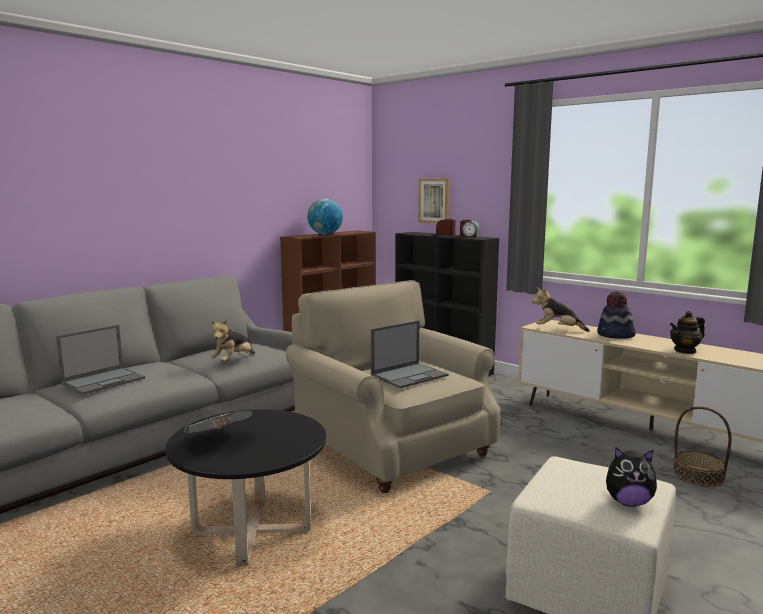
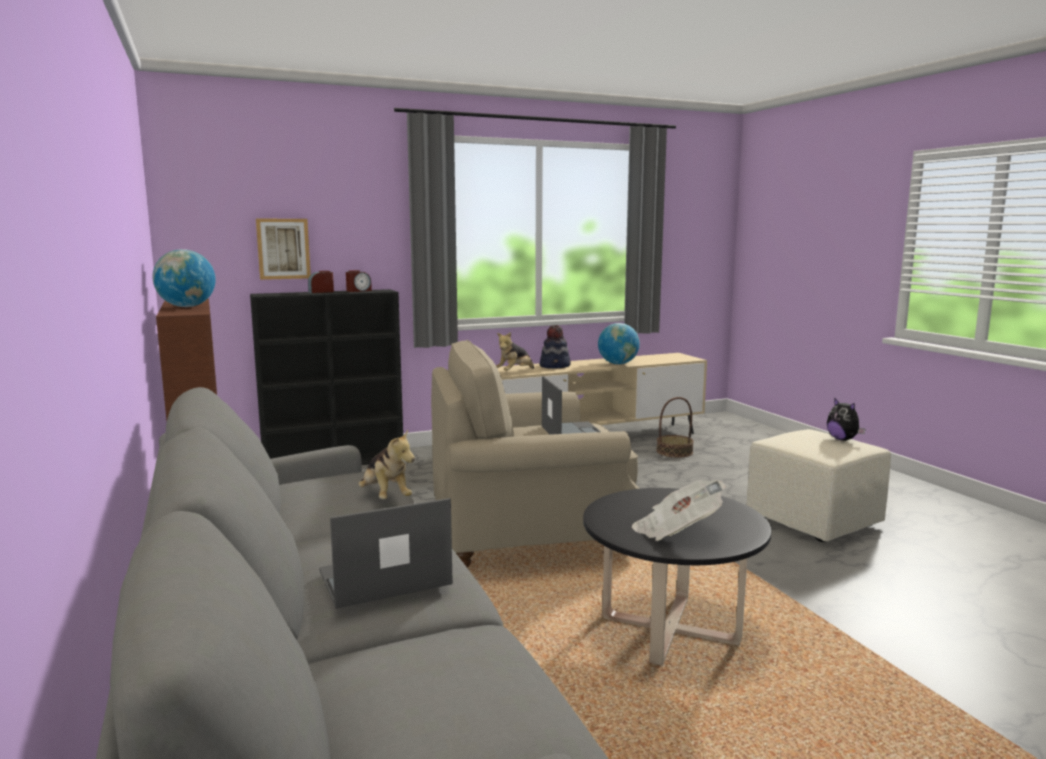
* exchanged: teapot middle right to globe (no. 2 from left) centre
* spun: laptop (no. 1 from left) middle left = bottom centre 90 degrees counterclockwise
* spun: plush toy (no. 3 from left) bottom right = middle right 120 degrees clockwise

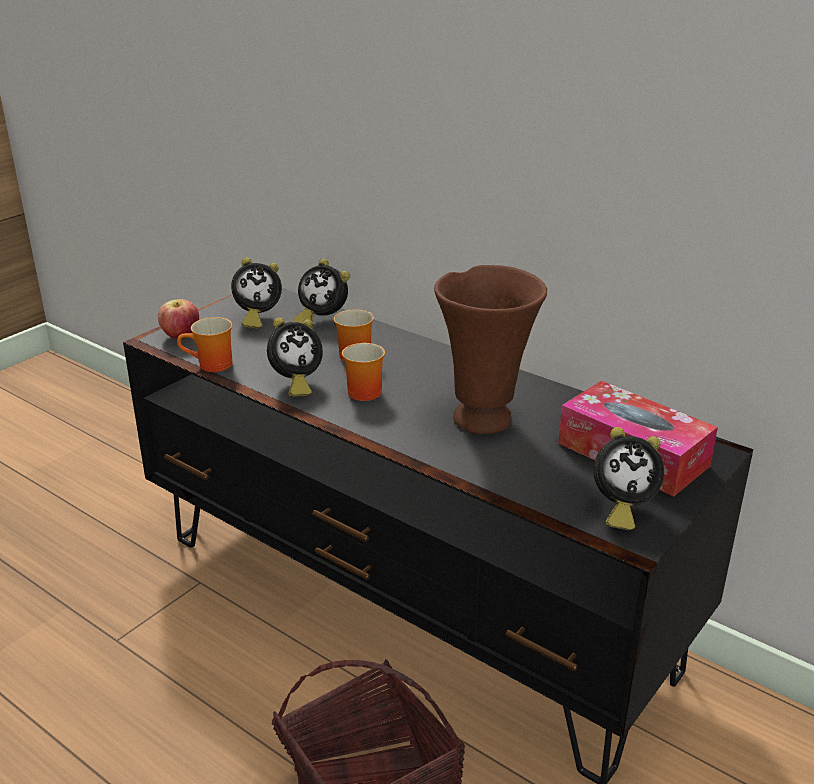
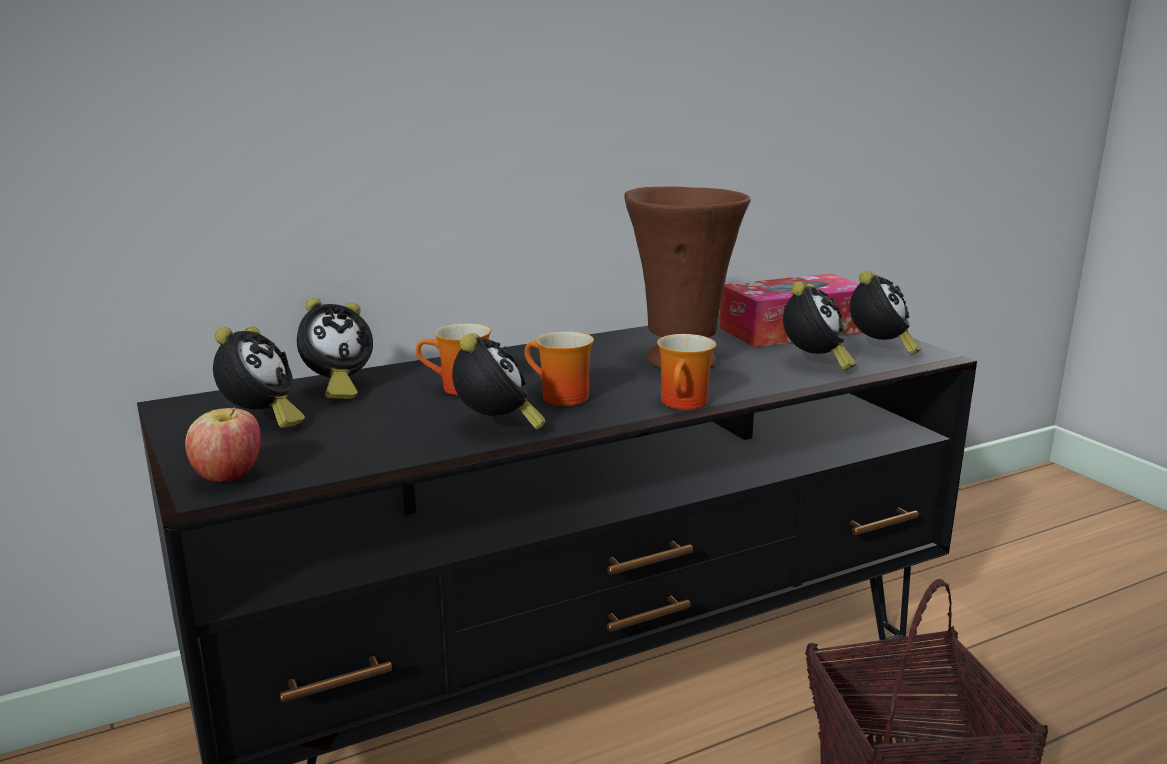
* appeared: alarm clock (no. 4 from left) middle right
* relocated: mug (no. 1 from left in the first image) middle left to mug (no. 3 from left) centre

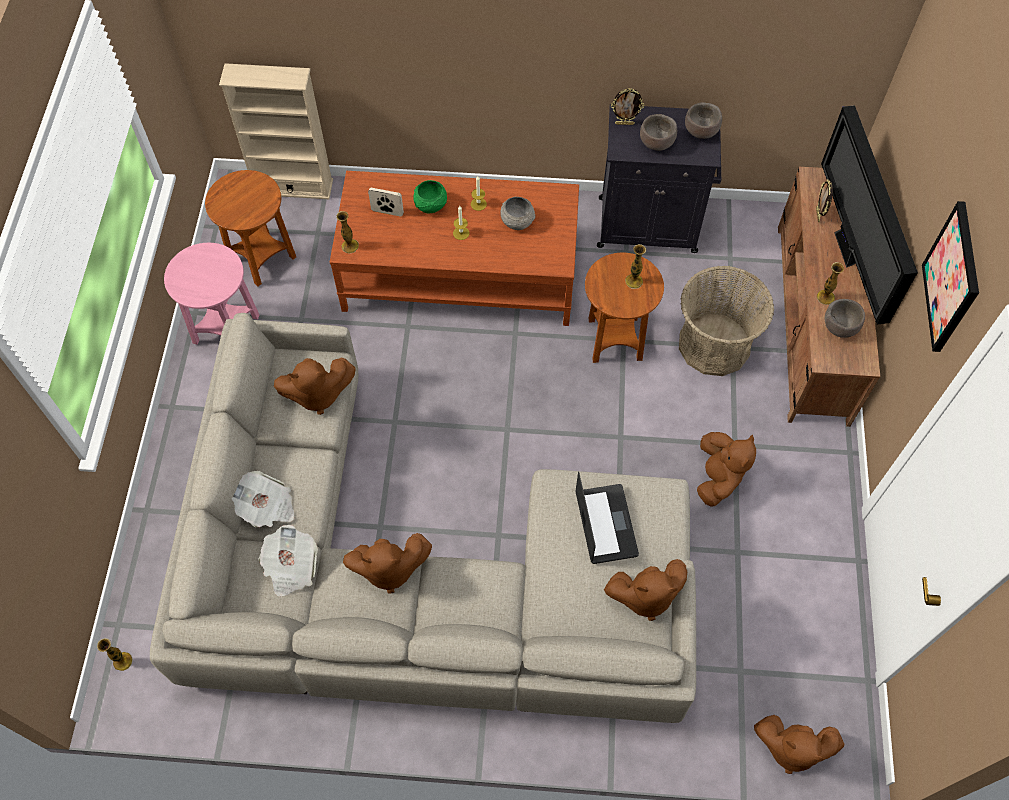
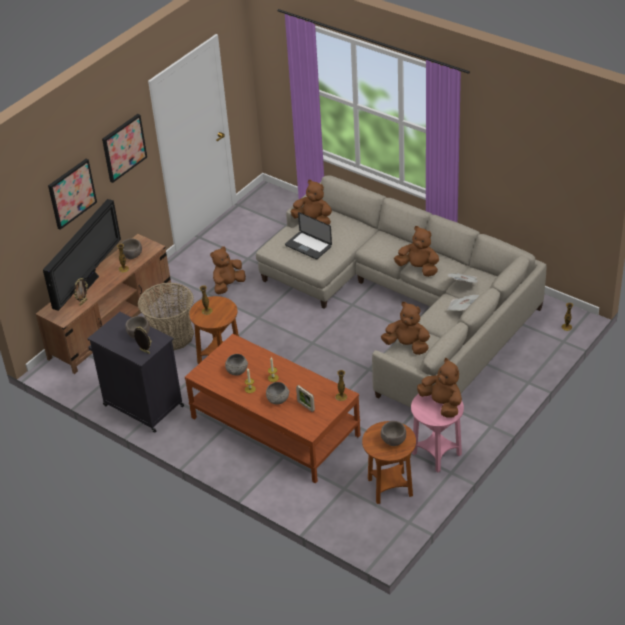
* missing: beige bookcase top left
* appeared: picture (no. 1 from left) top left
* relocated: brown bowl (no. 2 from left in the first image) top right to brown bowl (no. 3 from left) bottom centre
* relocated: brown plush toy (no. 5 from left) bottom right to middle right
* colour: green bowl top centre to grey bowl (no. 2 from left) centre
* spun: laptop centre = centre 75 degrees counterclockwise

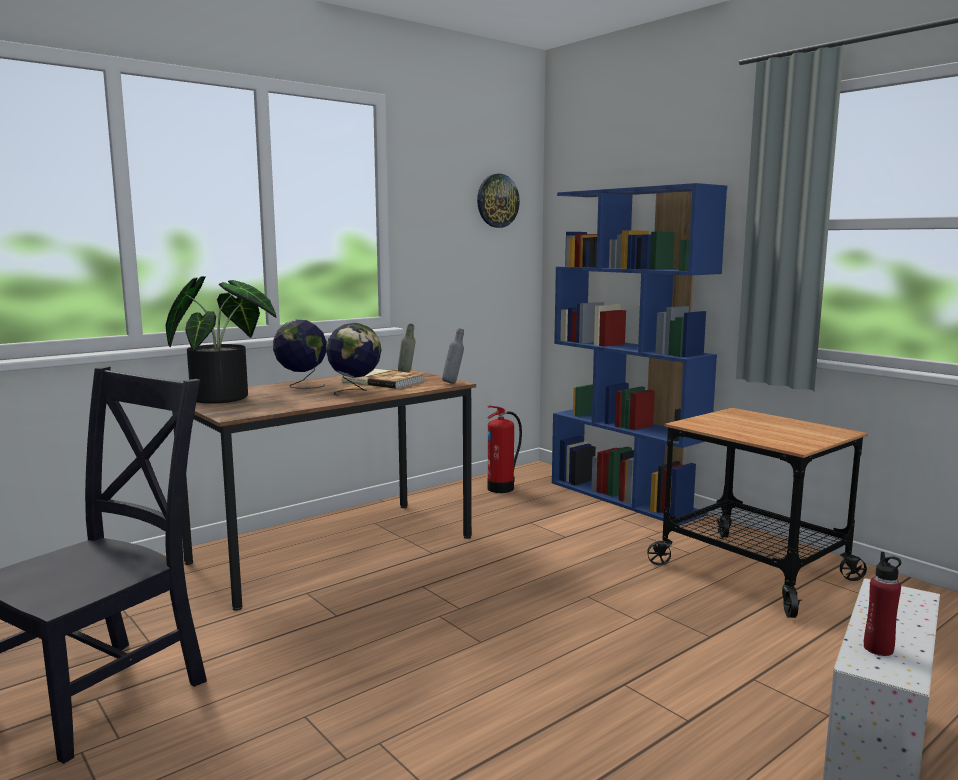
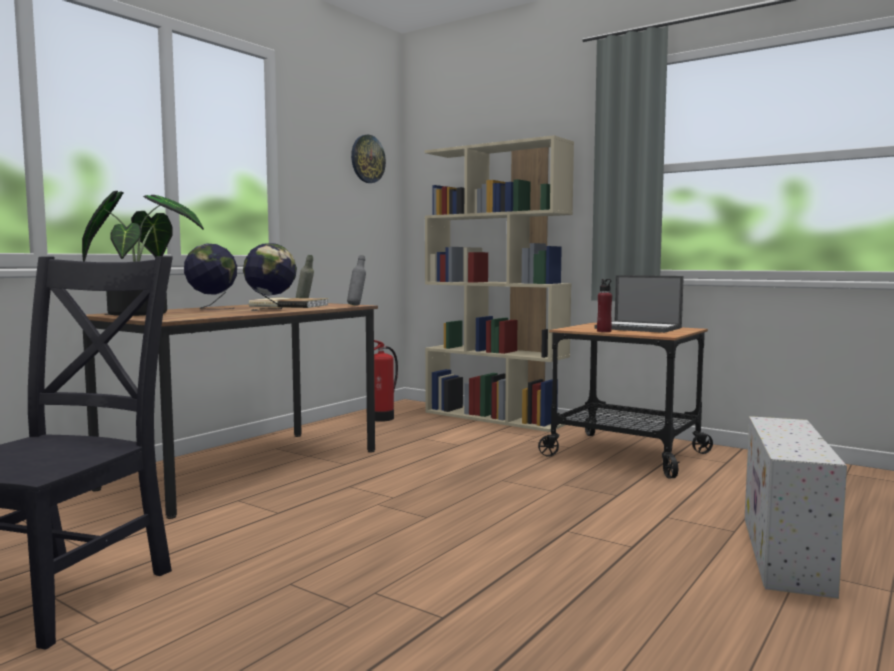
* appeared: laptop middle right
* relocated: red bottle bottom right to middle right
* colour: blue bookcase middle right to beige bookcase centre

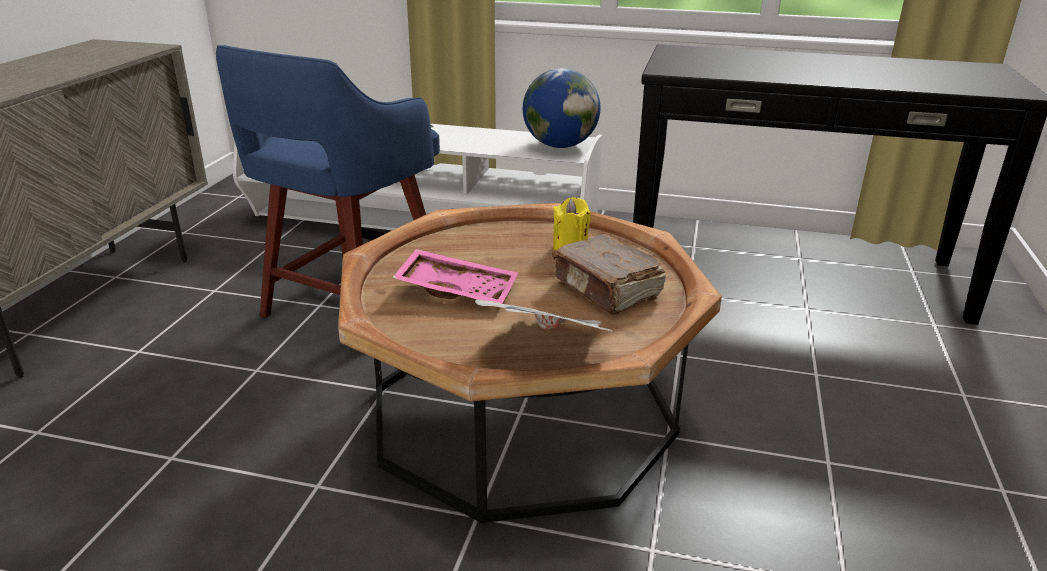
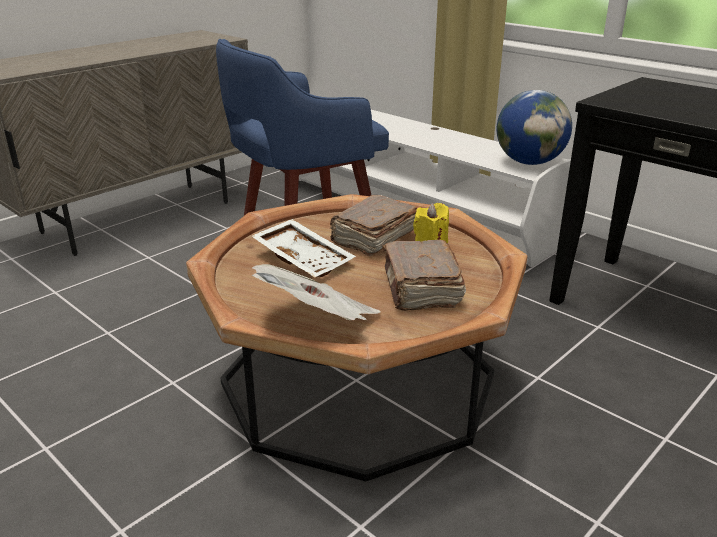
* appeared: brown book (no. 1 from left) centre
* colour: pink tray centre to white tray centre

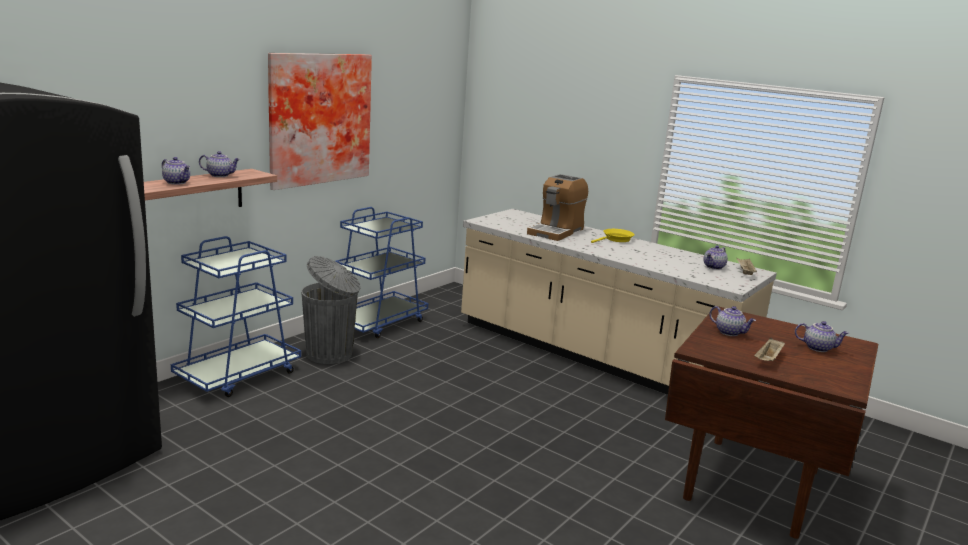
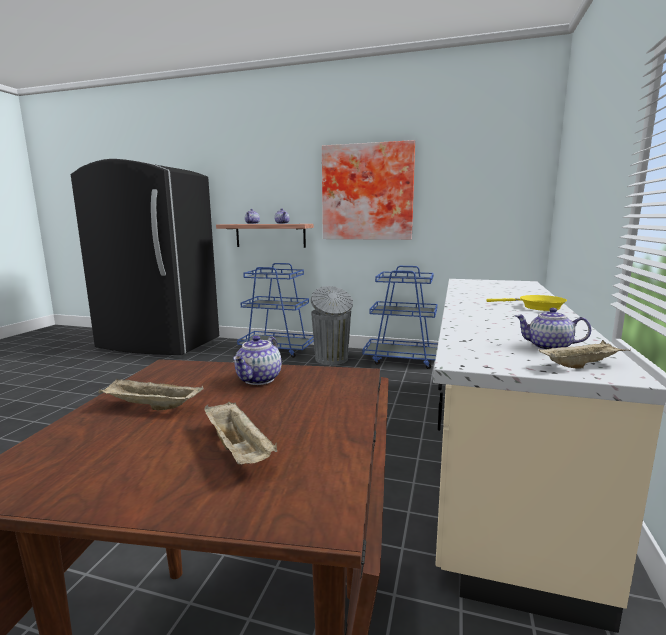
* missing: coffee machine centre
* exchanged: teapot (no. 5 from left) middle right to beige tray (no. 2 from left) bottom centre

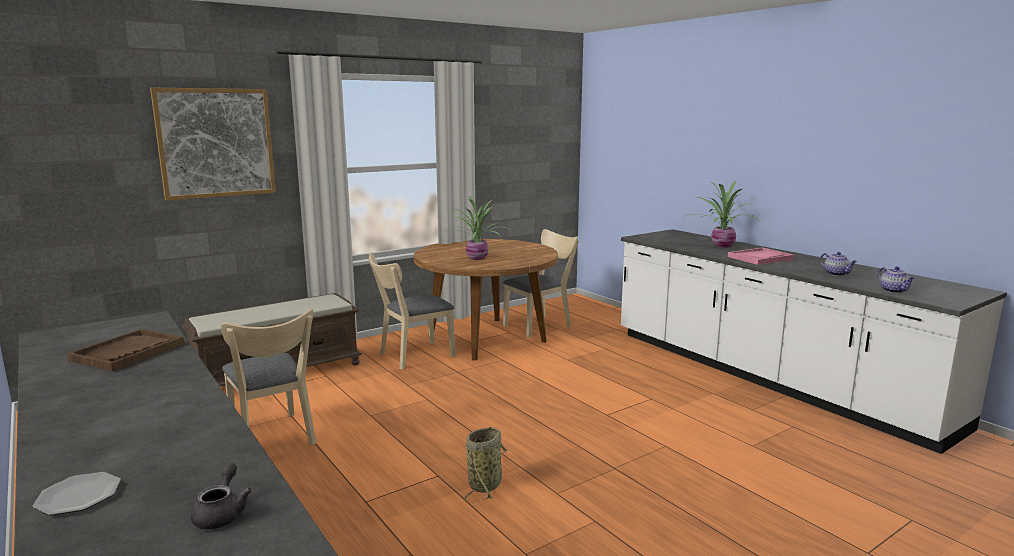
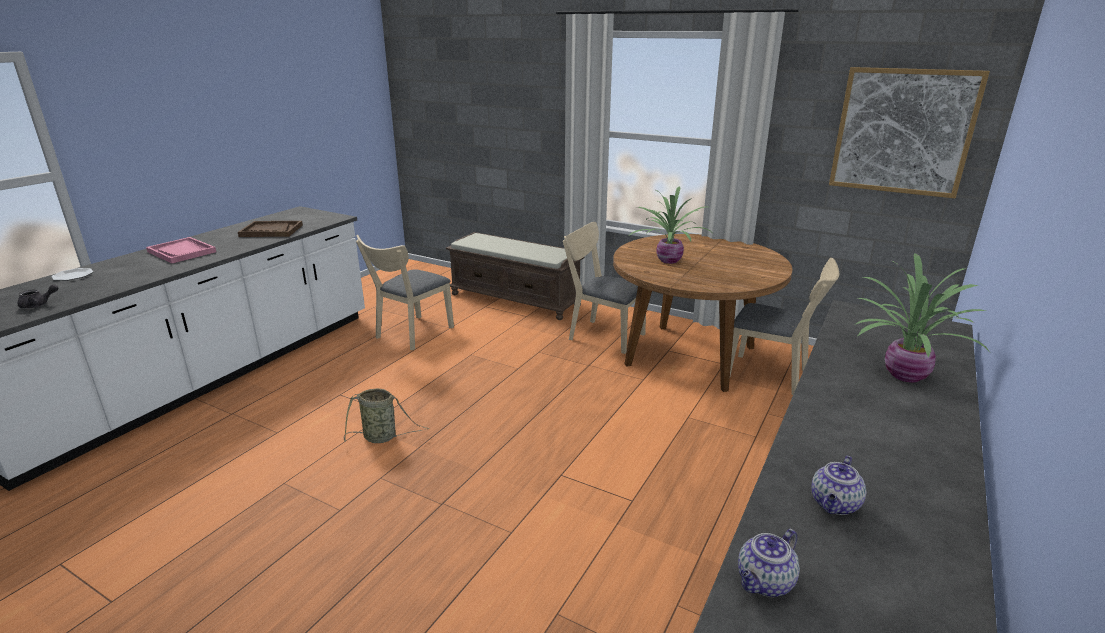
* relocated: picture top left to top right
* relocated: pink tray middle right to middle left

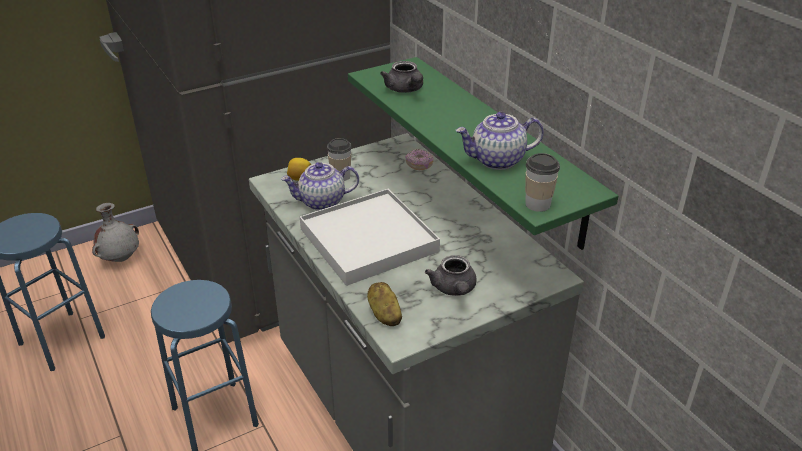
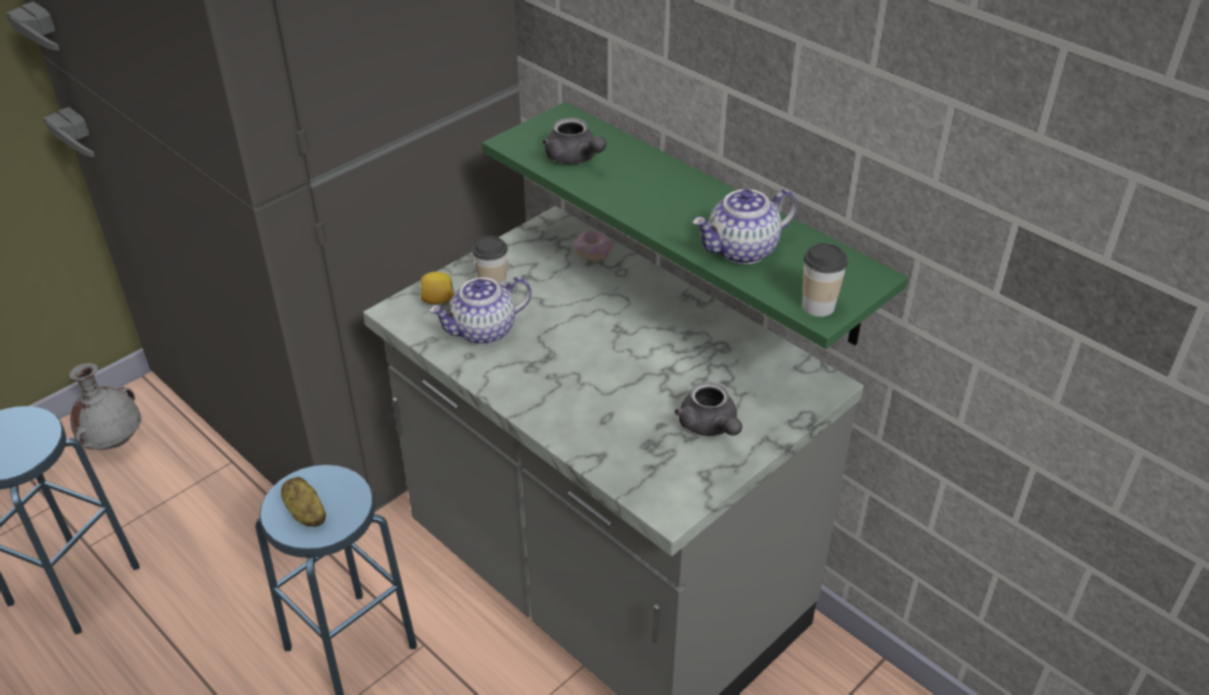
* missing: white tray centre
* relocated: potato bottom centre to bottom left

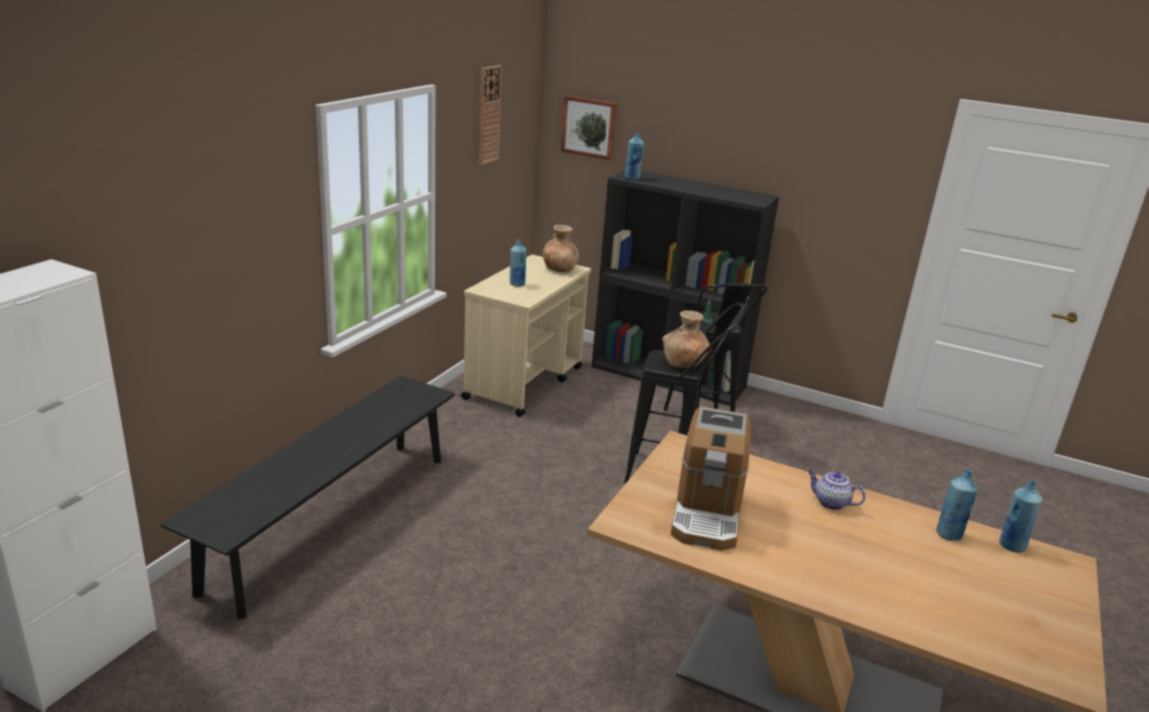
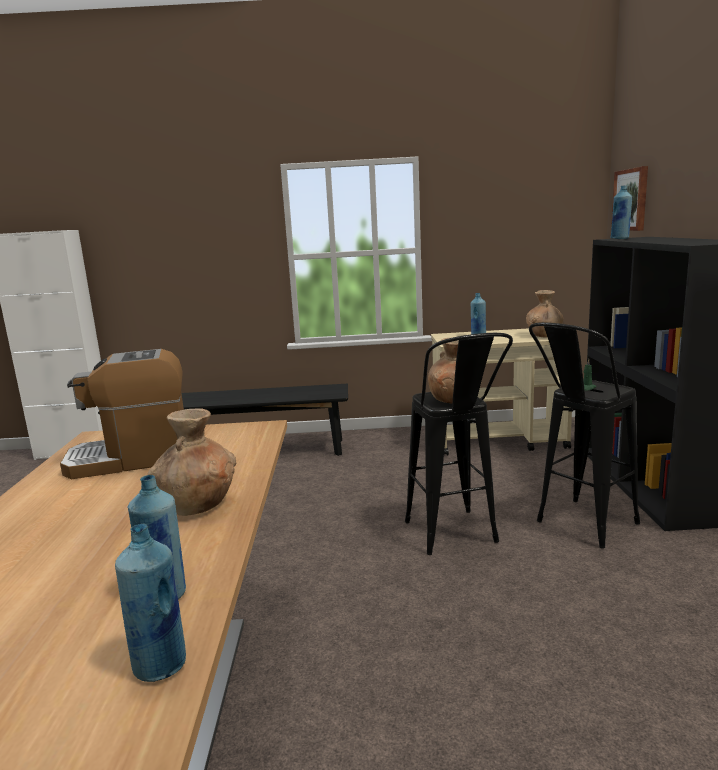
* missing: wall clock top centre
* exchanged: teapot bottom right to brown vase (no. 1 from left) middle left

